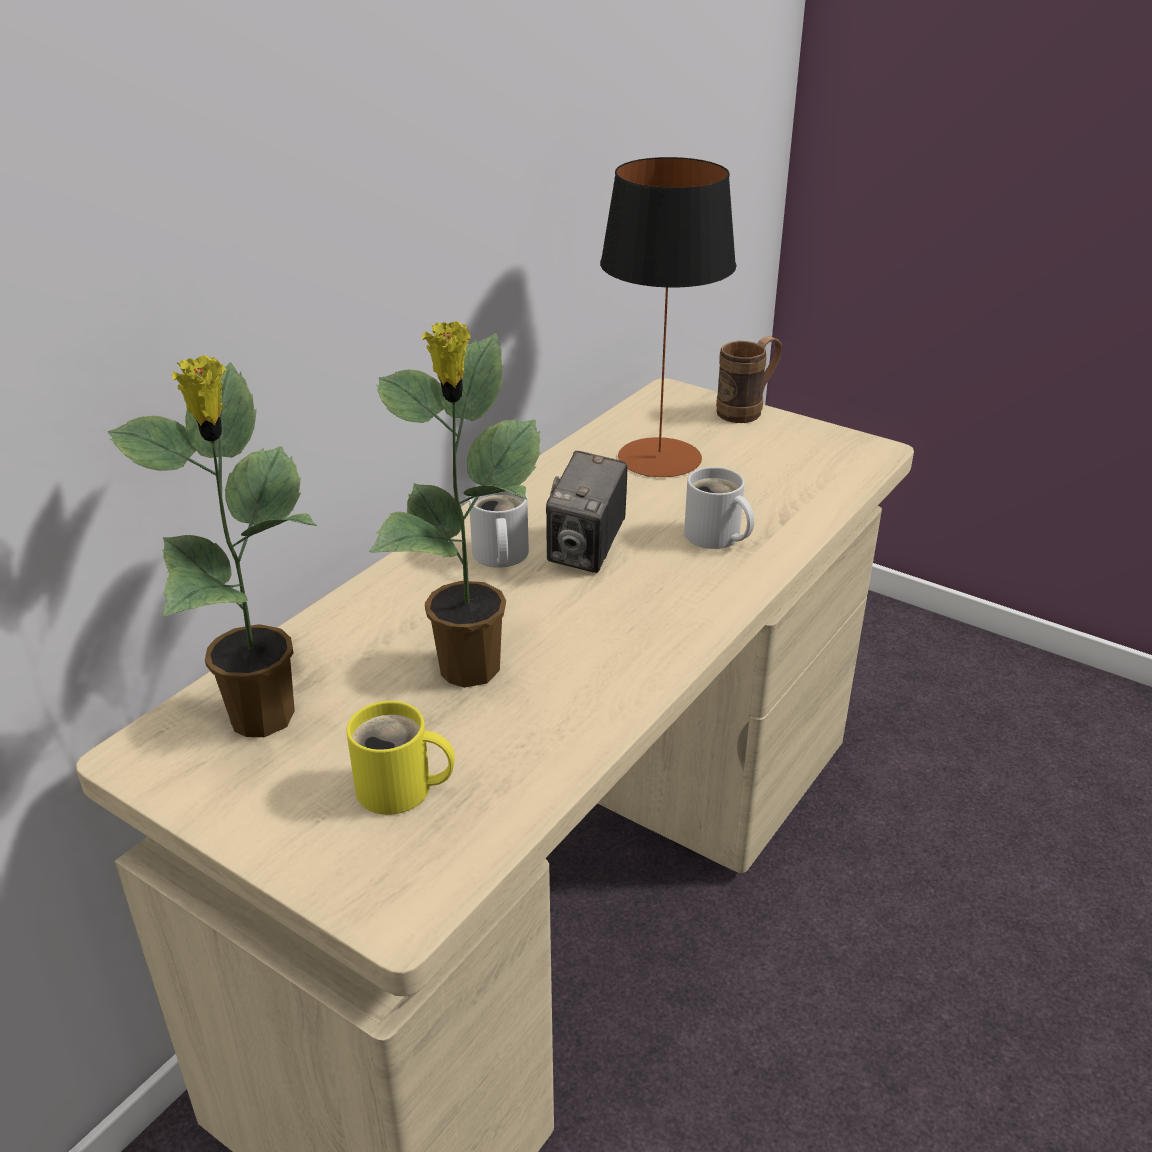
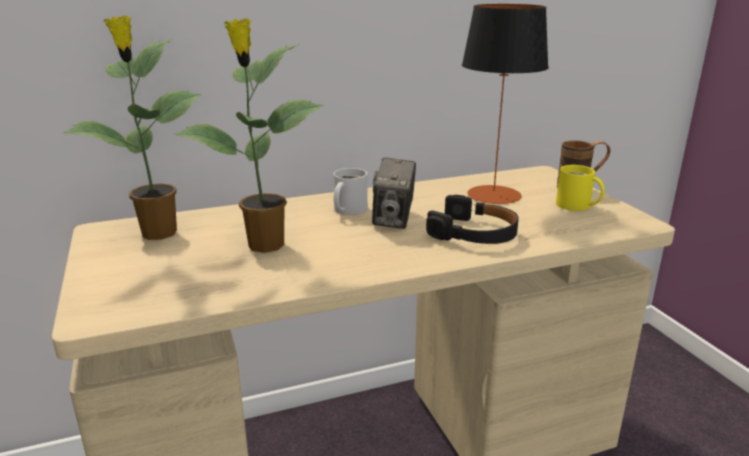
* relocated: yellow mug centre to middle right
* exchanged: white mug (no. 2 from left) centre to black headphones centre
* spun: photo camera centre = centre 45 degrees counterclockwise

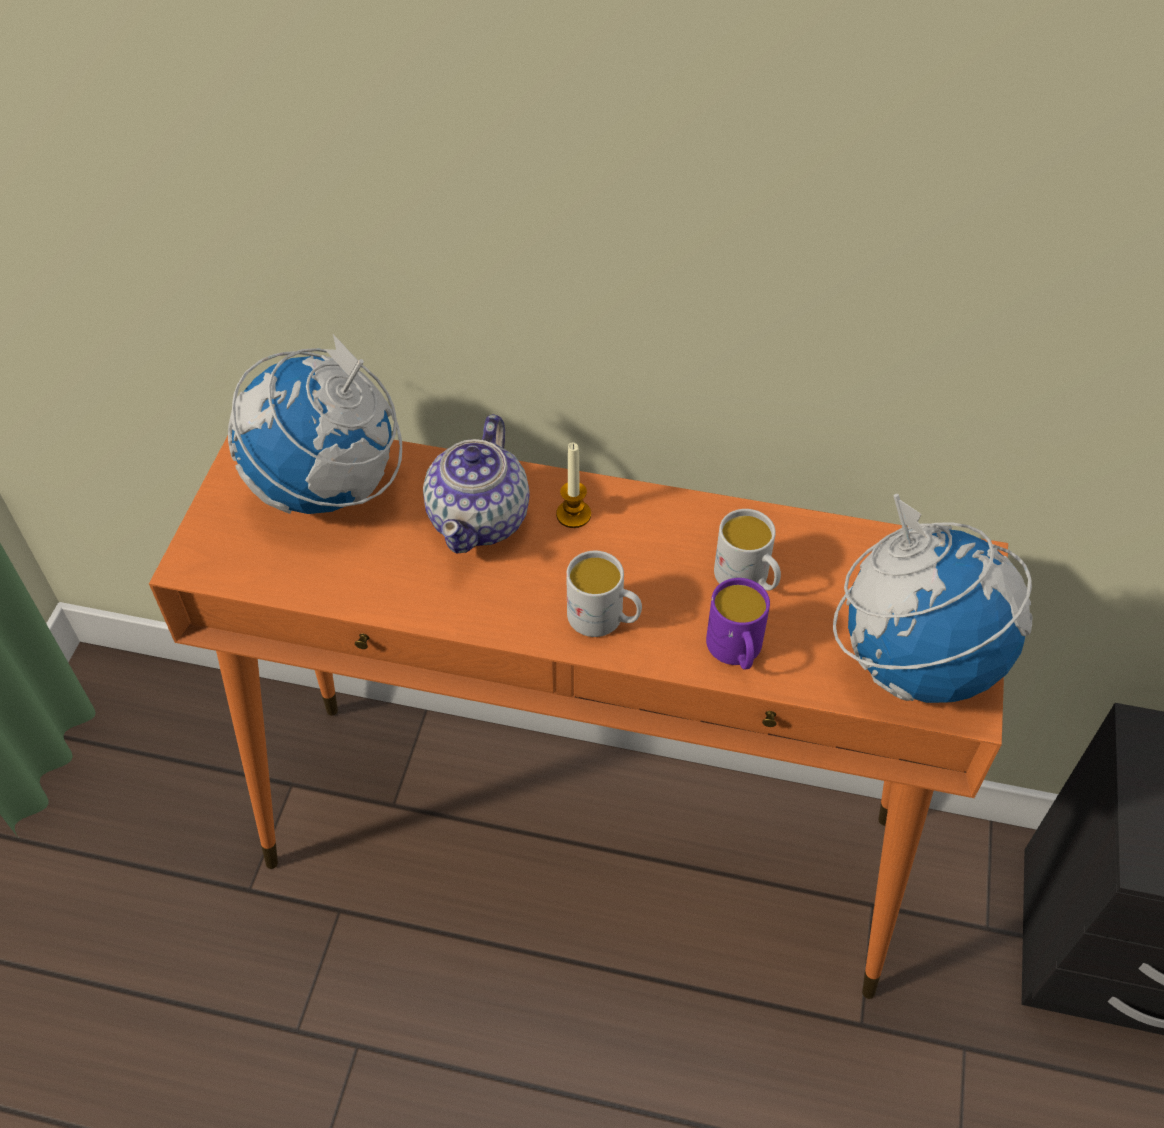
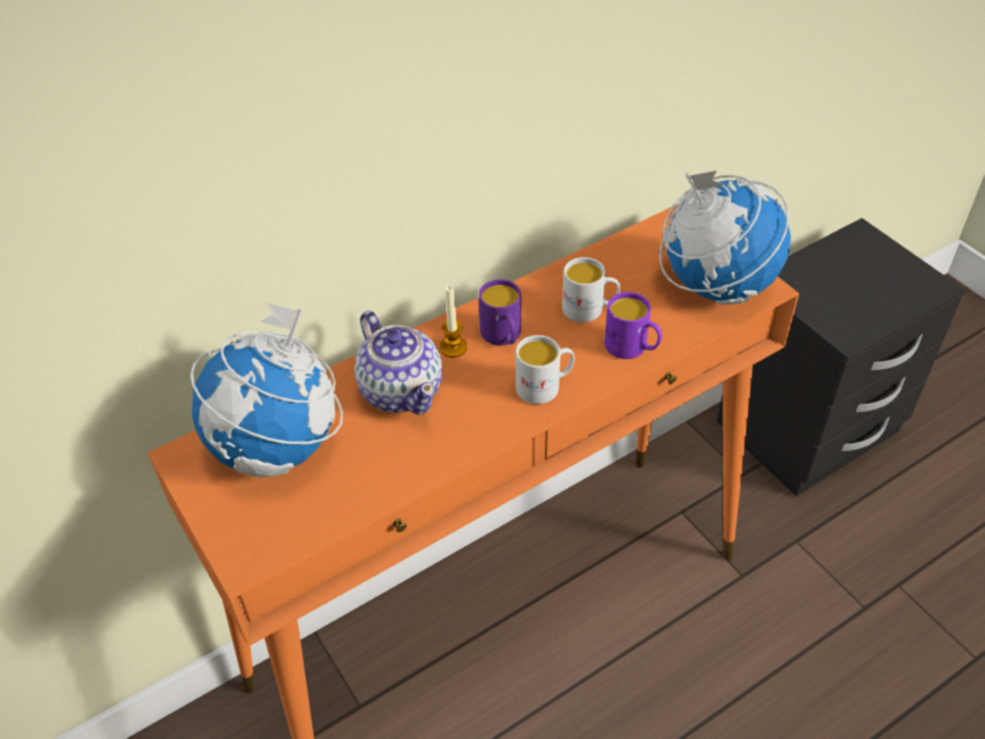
* appeared: purple mug (no. 1 from left) centre

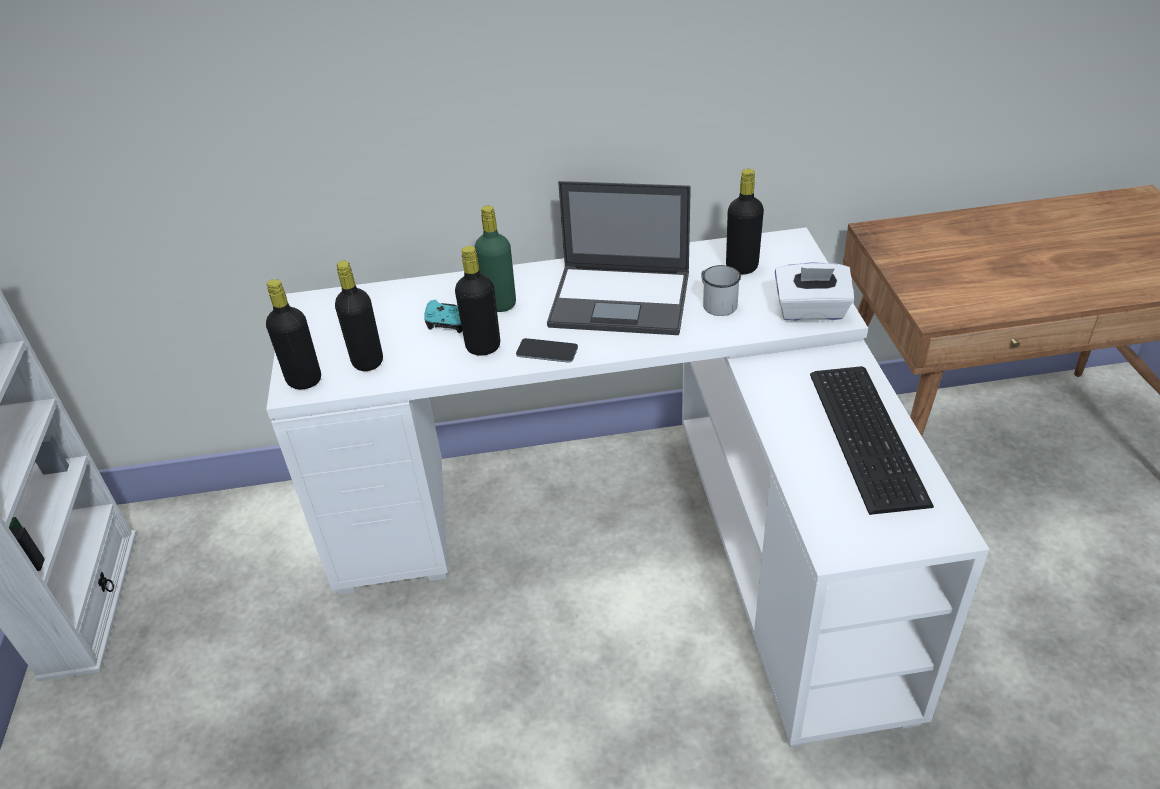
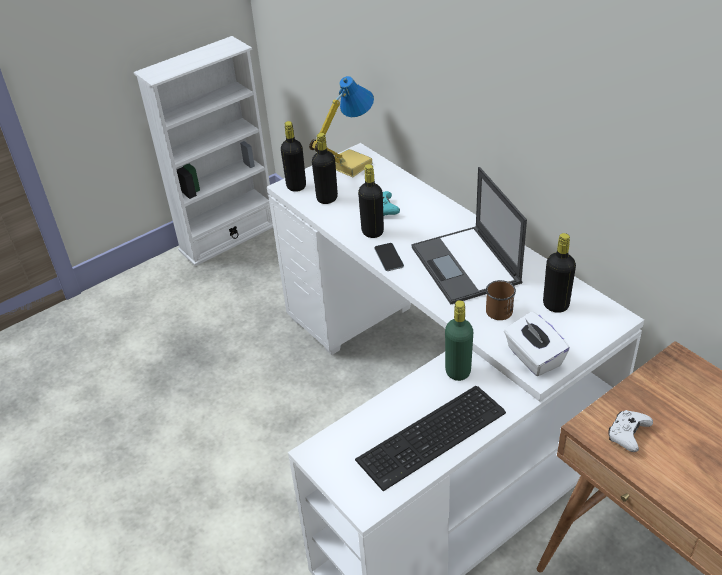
* appeared: table lamp top centre
* appeared: white game controller bottom right
* relocated: green bottle top centre to centre
* colour: white mug centre to brown mug middle right

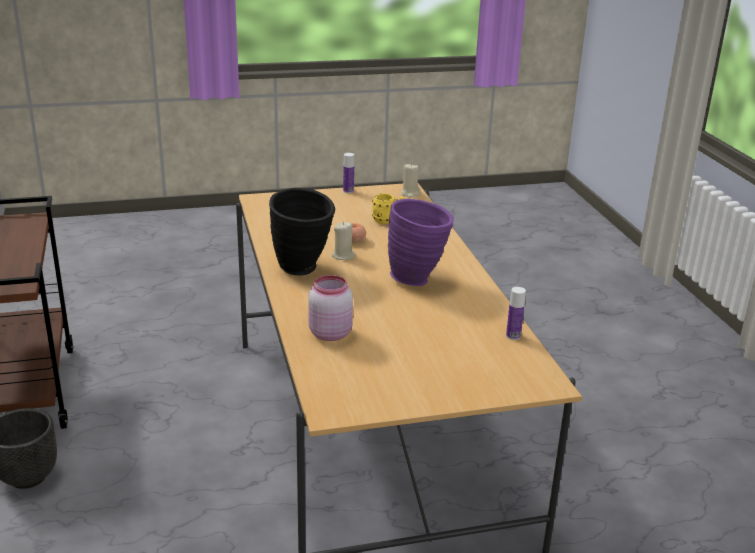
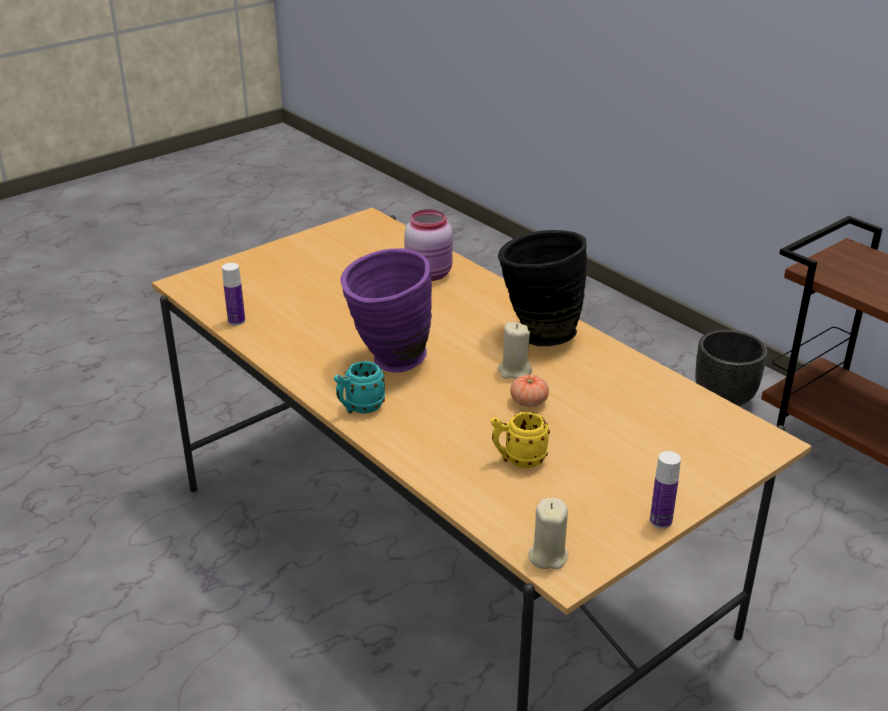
* appeared: turquoise mug centre

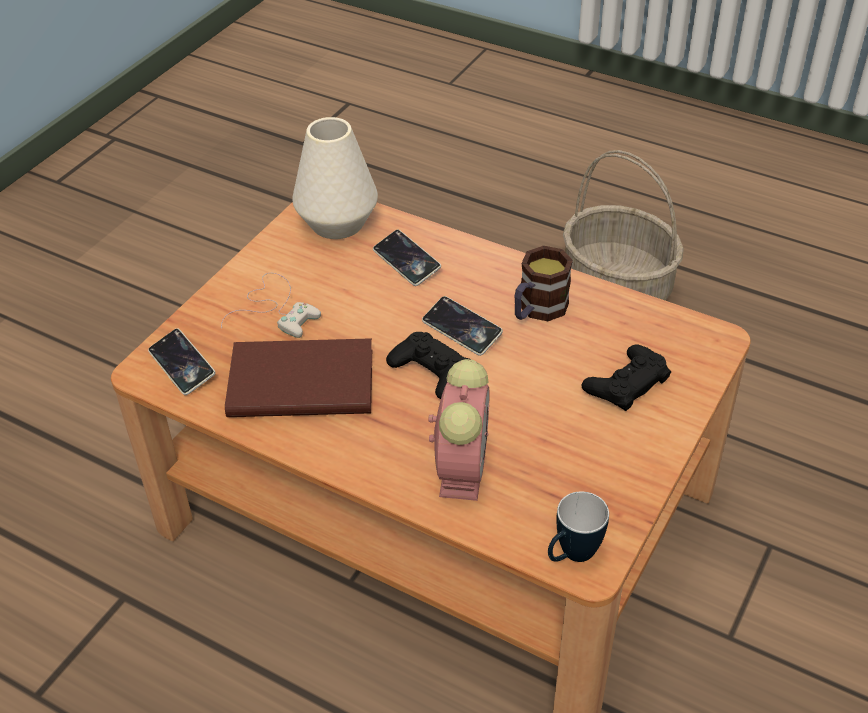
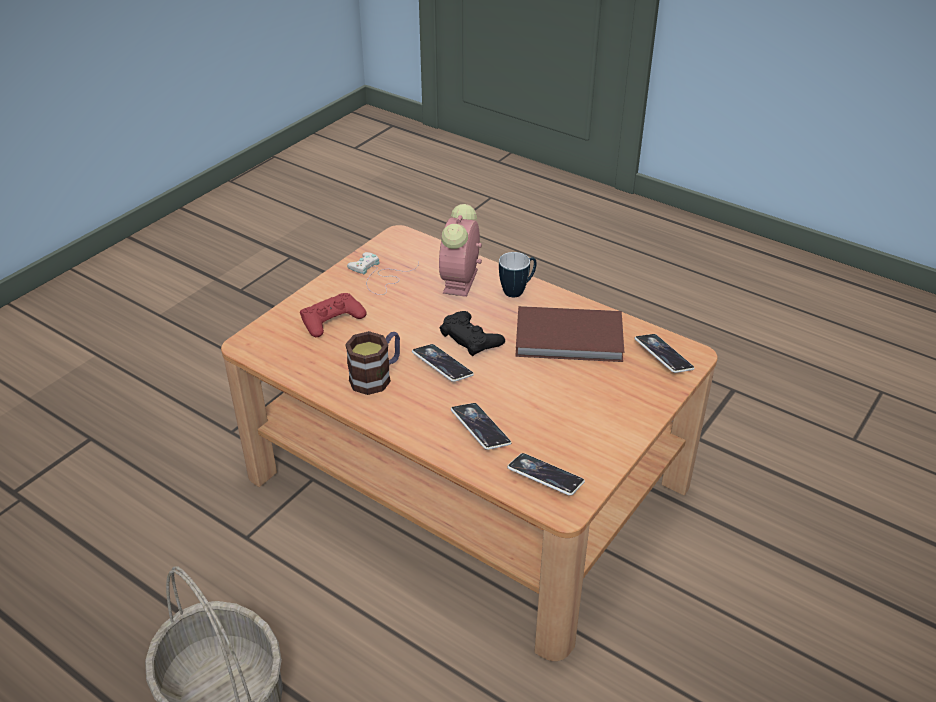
* relocated: white game controller middle left to centre
* relocated: mug (no. 2 from left) bottom centre to centre
* exchanged: white vase top centre to phone (no. 3 from left) bottom centre
* colour: black game controller (no. 2 from left) middle right to red game controller centre

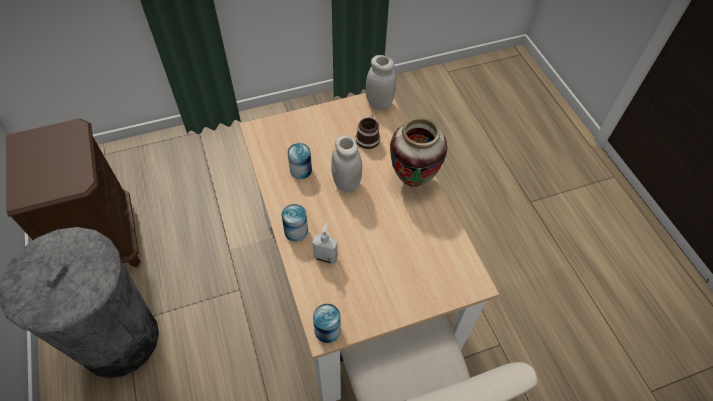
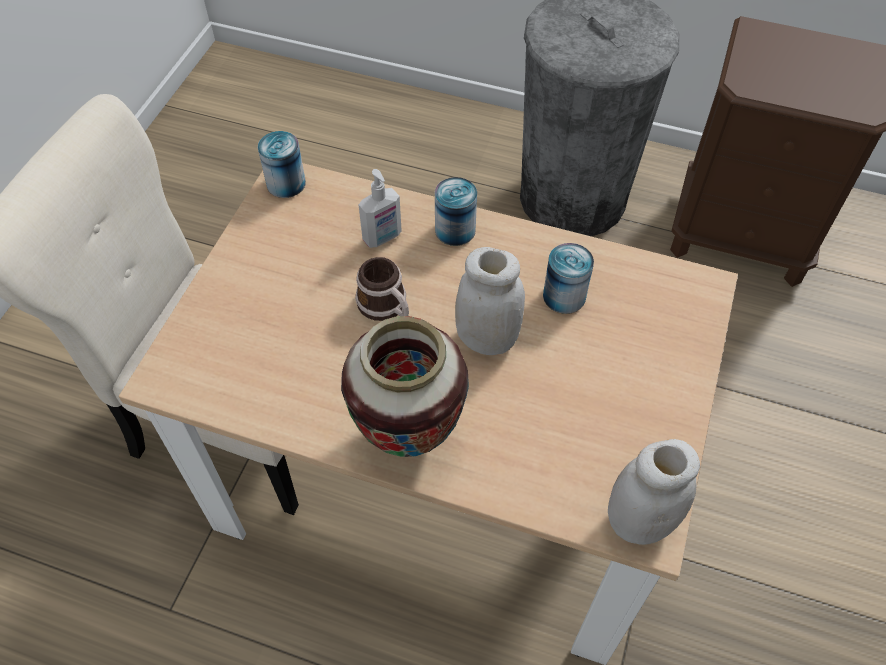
* relocated: mug top centre to centre

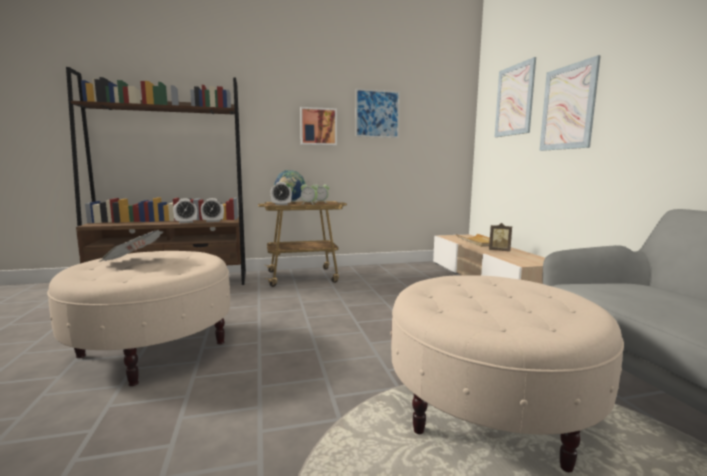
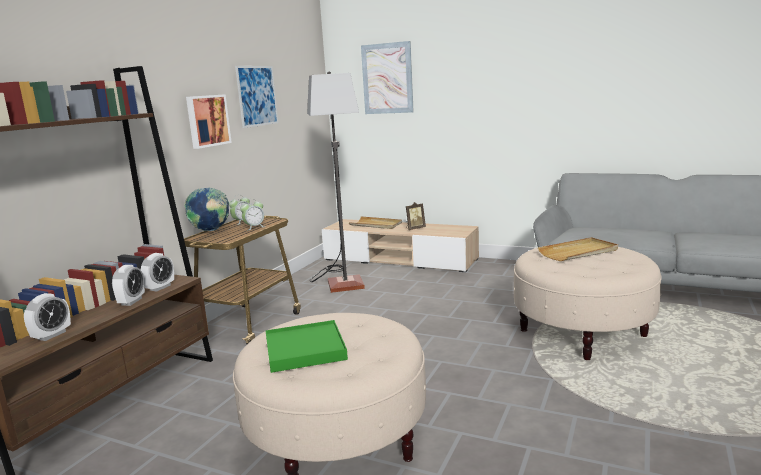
* missing: picture (no. 4 from left) top right
* appeared: floor lamp centre
* appeared: beige tray (no. 2 from left) middle right
* relocated: alarm clock (no. 3 from left in the first image) centre to alarm clock (no. 1 from left) bottom left
* exchanged: newspaper middle left to green tray bottom centre

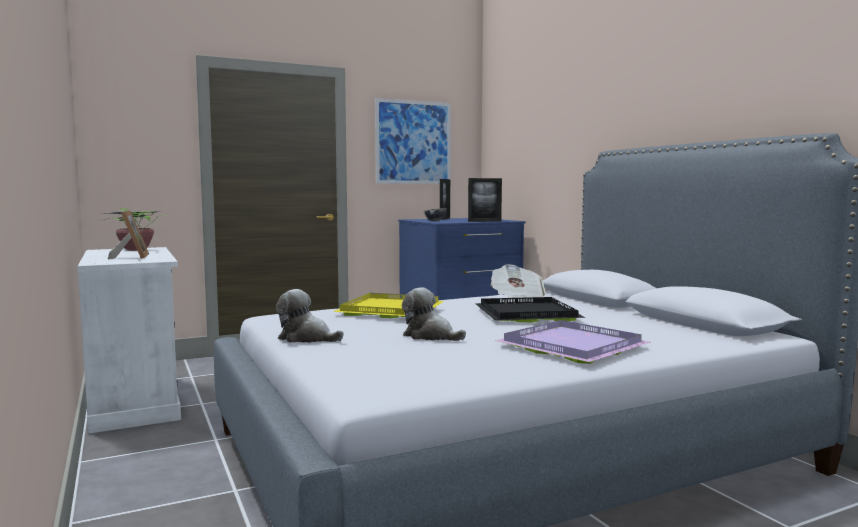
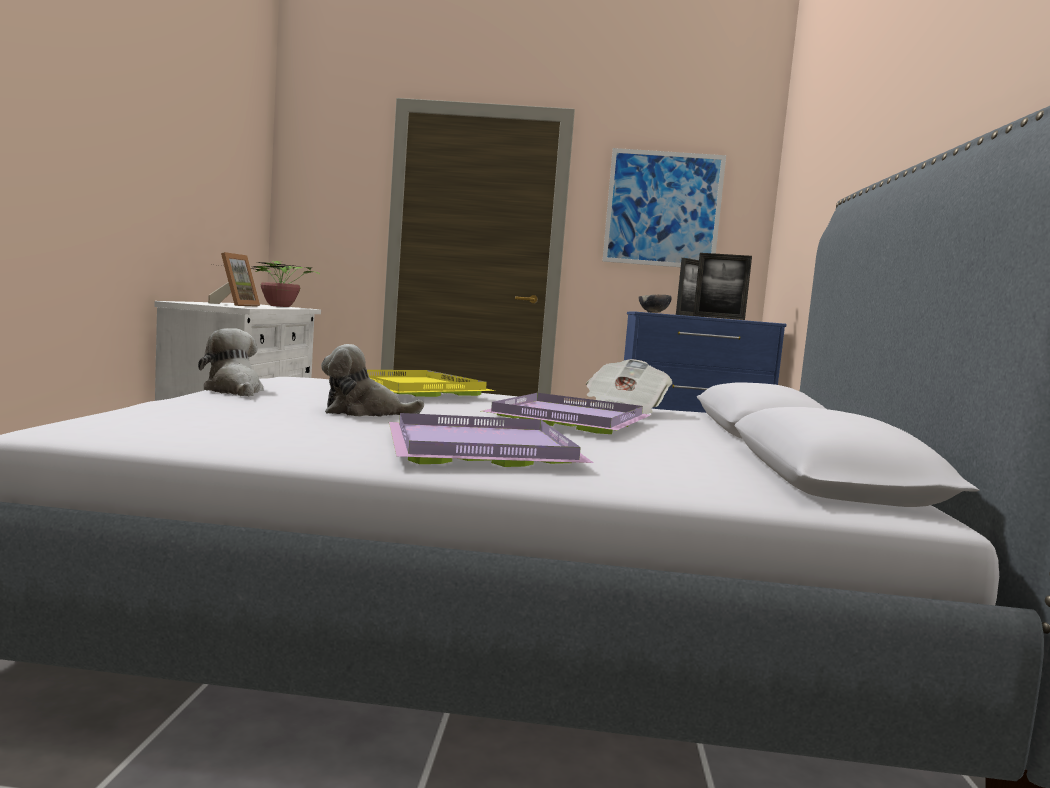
* colour: black tray centre to purple tray (no. 2 from left) centre
* spun: plush toy (no. 2 from left) centre = centre 75 degrees counterclockwise

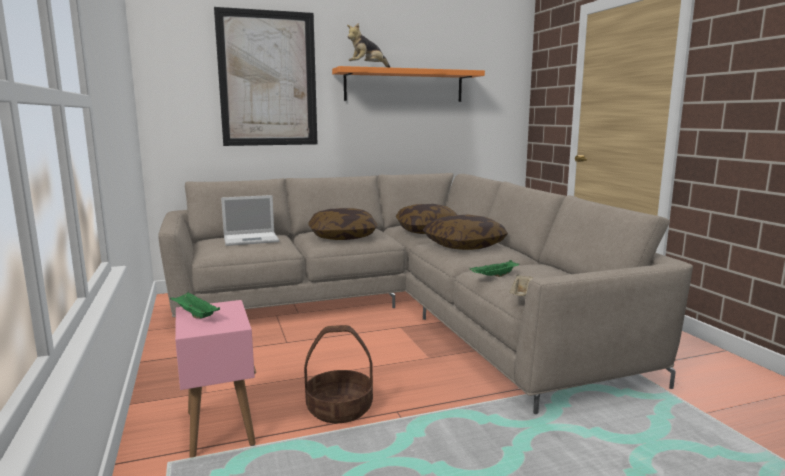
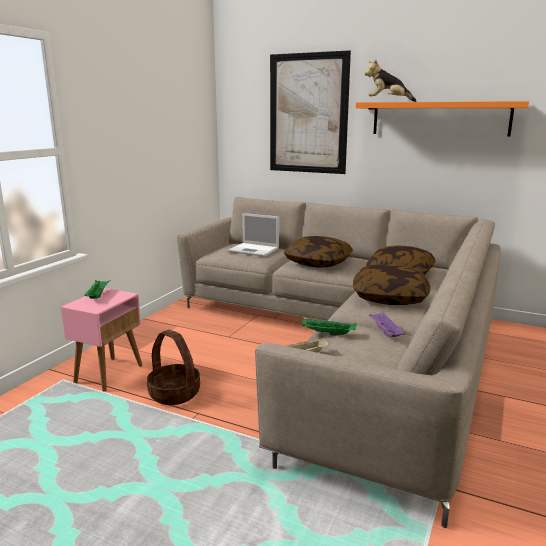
* appeared: purple tray middle right

